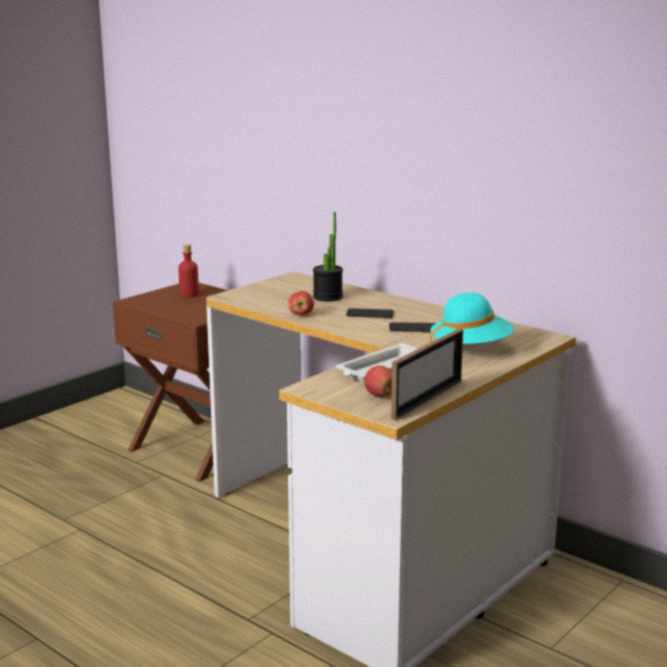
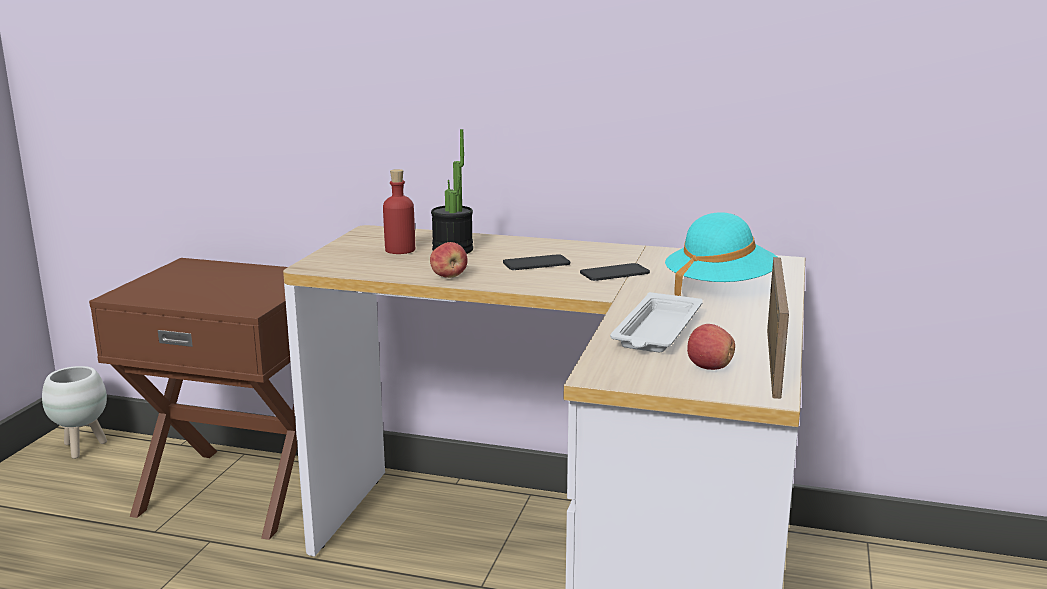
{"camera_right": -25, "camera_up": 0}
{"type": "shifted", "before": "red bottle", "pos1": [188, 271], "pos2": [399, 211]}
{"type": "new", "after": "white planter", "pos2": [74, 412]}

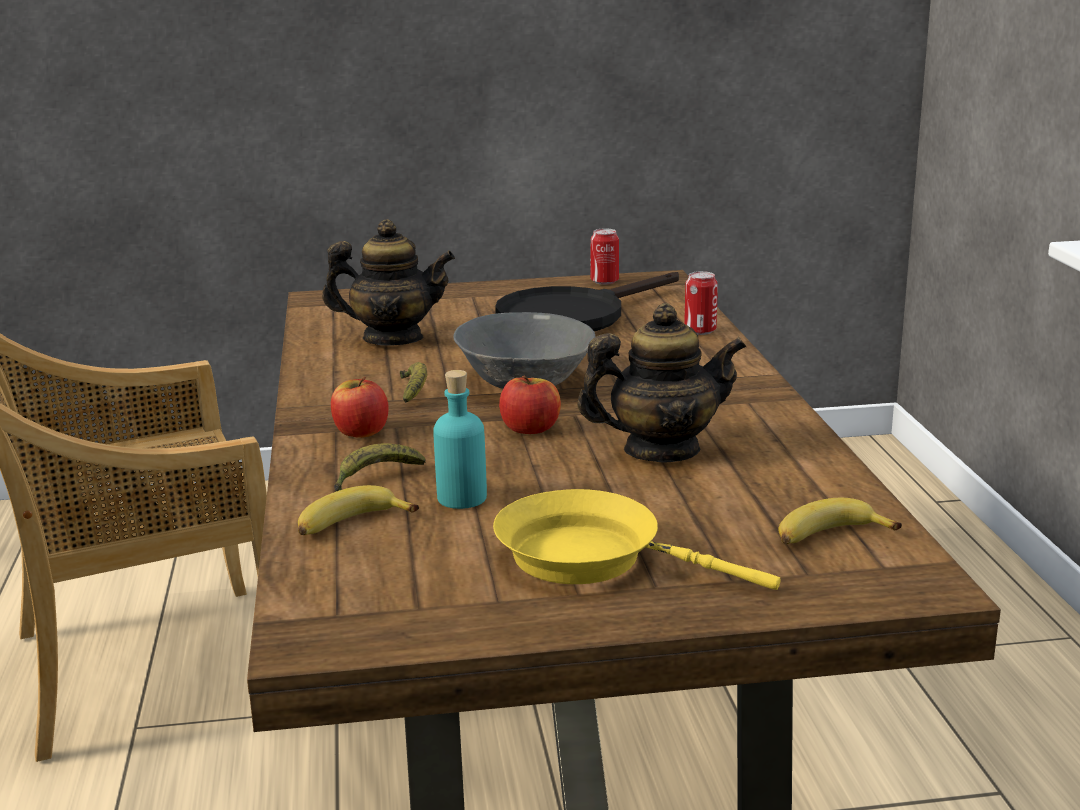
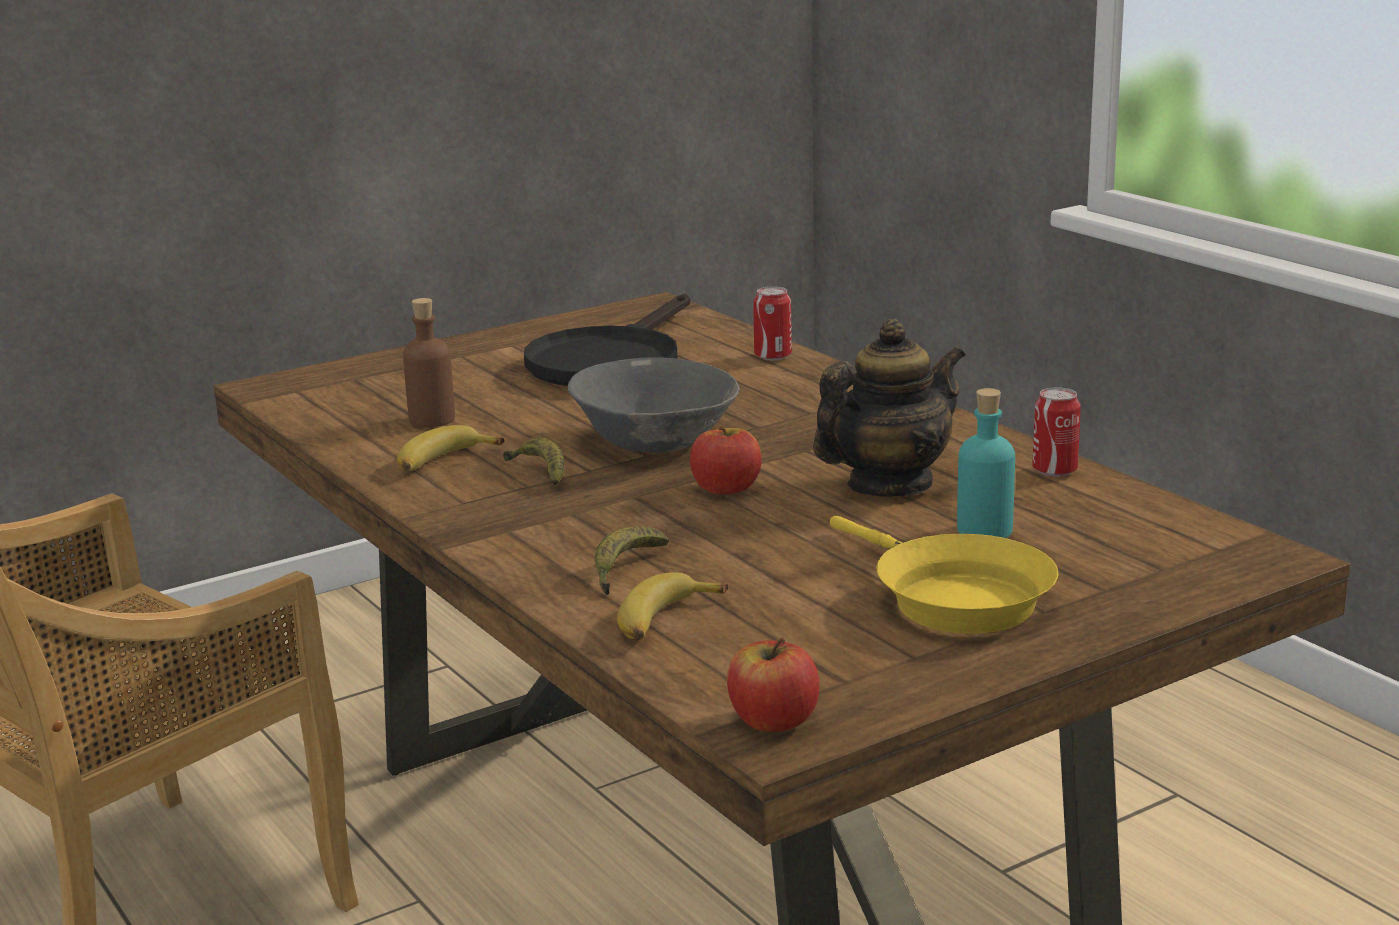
{"camera_right": -25, "camera_up": 0}
{"type": "swapped", "before": "teapot", "after": "brown bottle", "pos1": [388, 282], "pos2": [429, 362]}
{"type": "shifted", "before": "apple", "pos1": [360, 407], "pos2": [773, 684]}
{"type": "shifted", "before": "turquoise bottle", "pos1": [460, 439], "pos2": [986, 463]}
{"type": "rotated", "before": "yellow frying pan", "pos1": [637, 539], "pos2": [944, 575], "turn": -120}
{"type": "shifted", "before": "can", "pos1": [605, 256], "pos2": [1056, 432]}
{"type": "shifted", "before": "banana", "pos1": [840, 521], "pos2": [450, 448]}

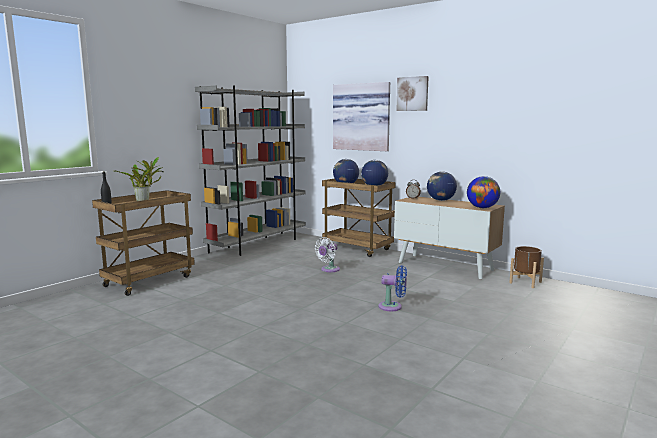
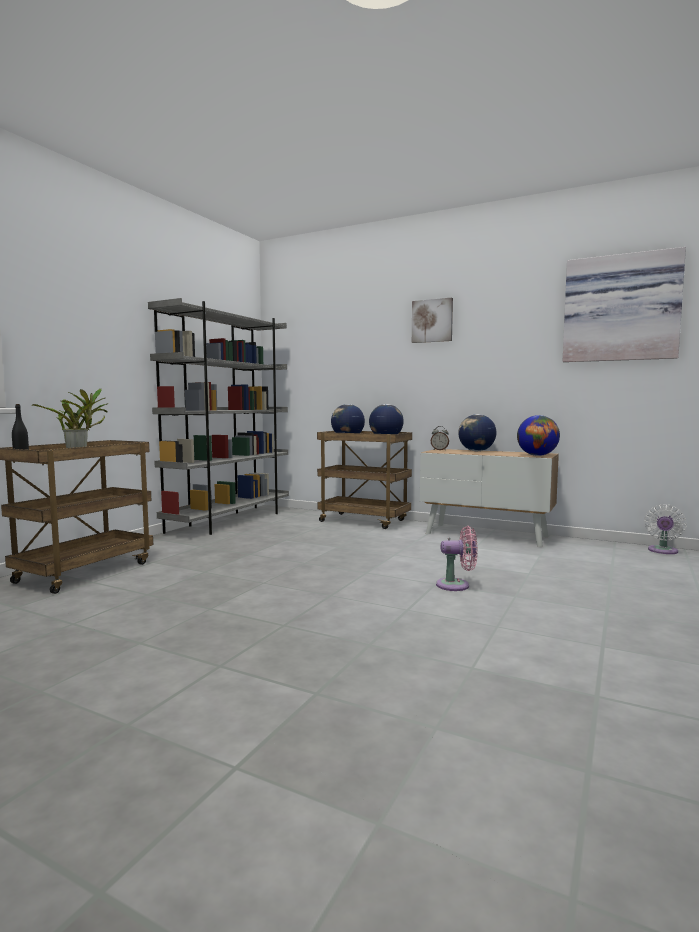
{"camera_right": -10, "camera_up": -5}
{"type": "shifted", "before": "white fan", "pos1": [327, 254], "pos2": [666, 529]}
{"type": "shifted", "before": "picture", "pos1": [361, 116], "pos2": [624, 304]}
{"type": "repainted", "before": "blue fan", "after": "pink fan", "pos1": [392, 288], "pos2": [456, 558]}
{"type": "gone", "before": "brown planter", "pos1": [526, 267]}

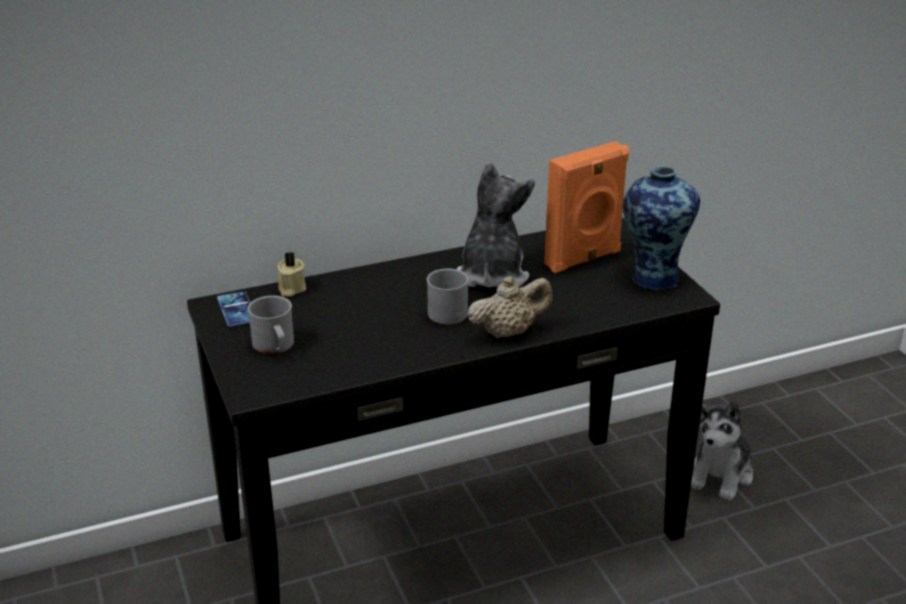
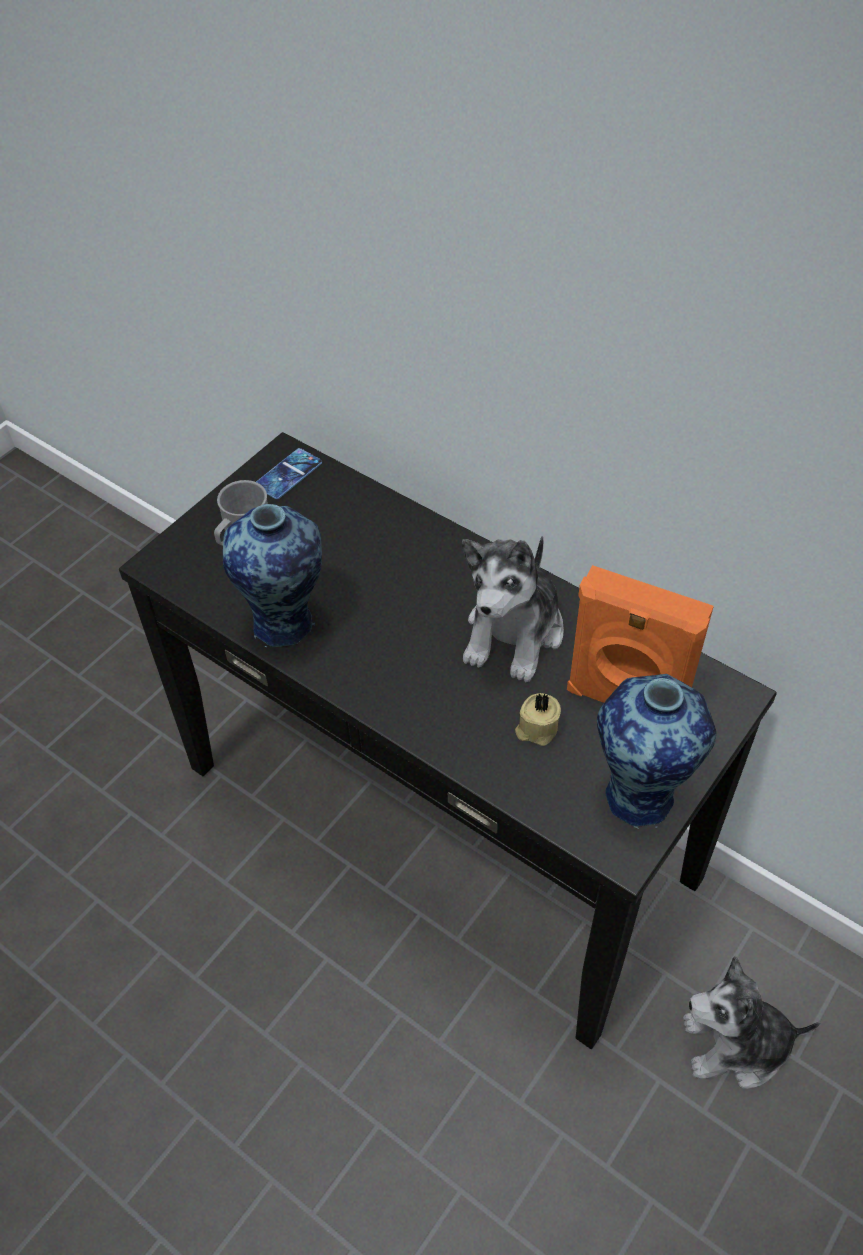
{"camera_right": 60, "camera_up": 20}
{"type": "shifted", "before": "beige candle", "pos1": [291, 274], "pos2": [538, 719]}
{"type": "gone", "before": "grey mug", "pos1": [448, 296]}
{"type": "rotated", "before": "plush toy", "pos1": [496, 225], "pos2": [513, 609], "turn": 135}
{"type": "gone", "before": "beige teapot", "pos1": [510, 307]}
{"type": "new", "after": "vase", "pos2": [272, 575]}

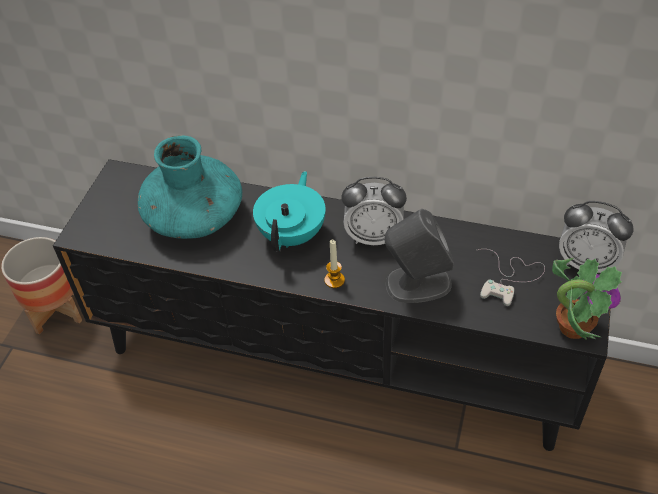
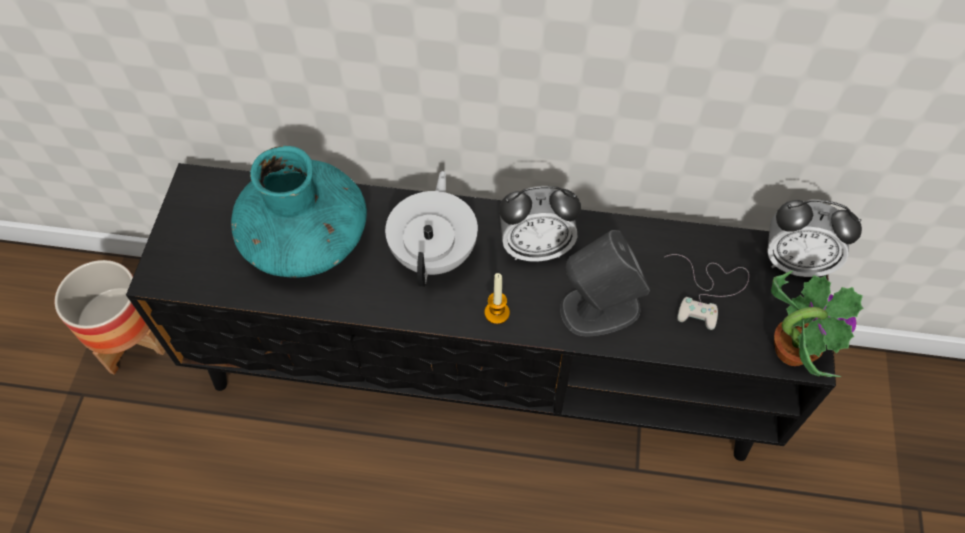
{"camera_right": -10, "camera_up": 10}
{"type": "repainted", "before": "turquoise teapot", "after": "white teapot", "pos1": [289, 211], "pos2": [431, 229]}

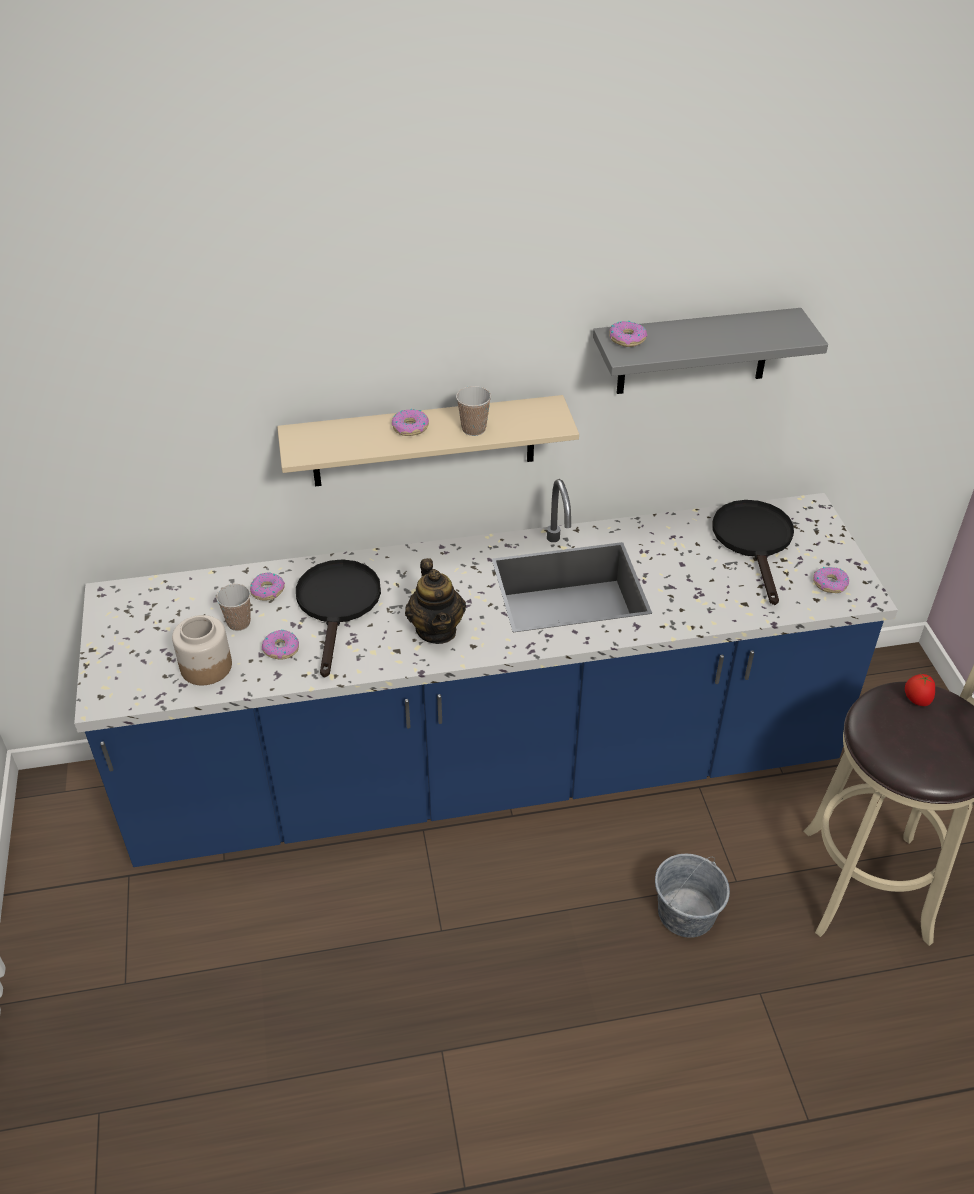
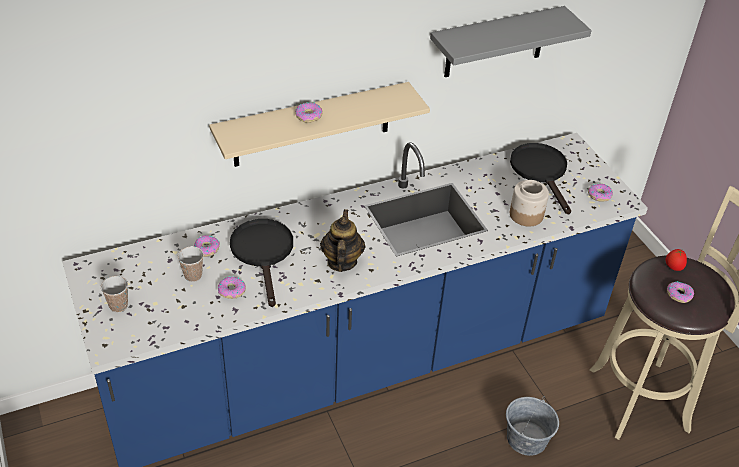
{"camera_right": -15, "camera_up": 0}
{"type": "shifted", "before": "jar", "pos1": [202, 650], "pos2": [529, 203]}
{"type": "rotated", "before": "teapot", "pos1": [435, 601], "pos2": [342, 240], "turn": -150}
{"type": "shifted", "before": "cup", "pos1": [473, 411], "pos2": [114, 294]}
{"type": "shifted", "before": "donut", "pos1": [628, 334], "pos2": [680, 292]}

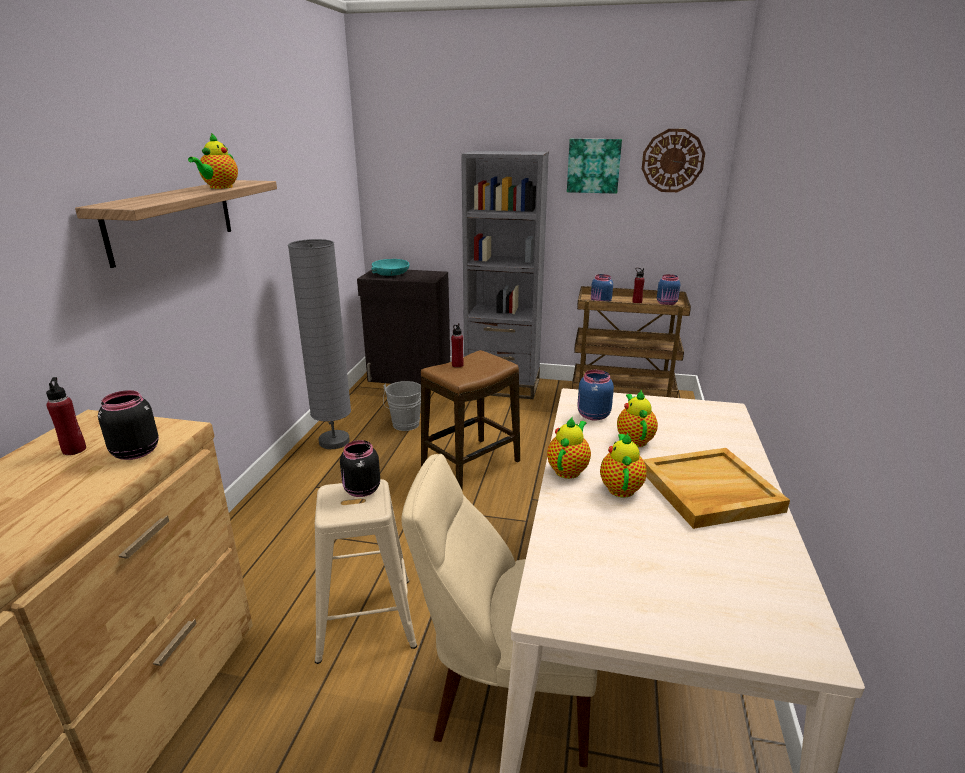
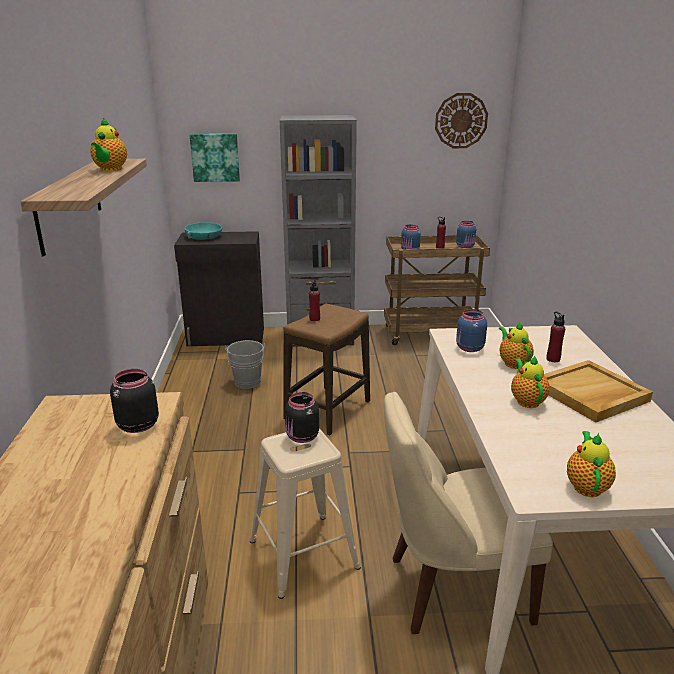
{"camera_right": -15, "camera_up": 0}
{"type": "shifted", "before": "red bottle", "pos1": [66, 416], "pos2": [555, 336]}
{"type": "gone", "before": "grey floor lamp", "pos1": [319, 344]}
{"type": "shifted", "before": "teapot", "pos1": [569, 448], "pos2": [591, 464]}
{"type": "shifted", "before": "picture", "pos1": [594, 166], "pos2": [215, 158]}

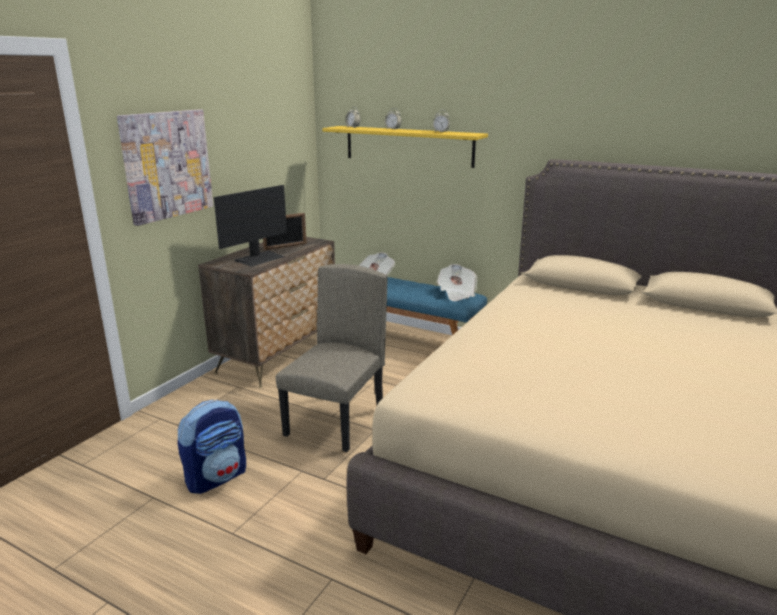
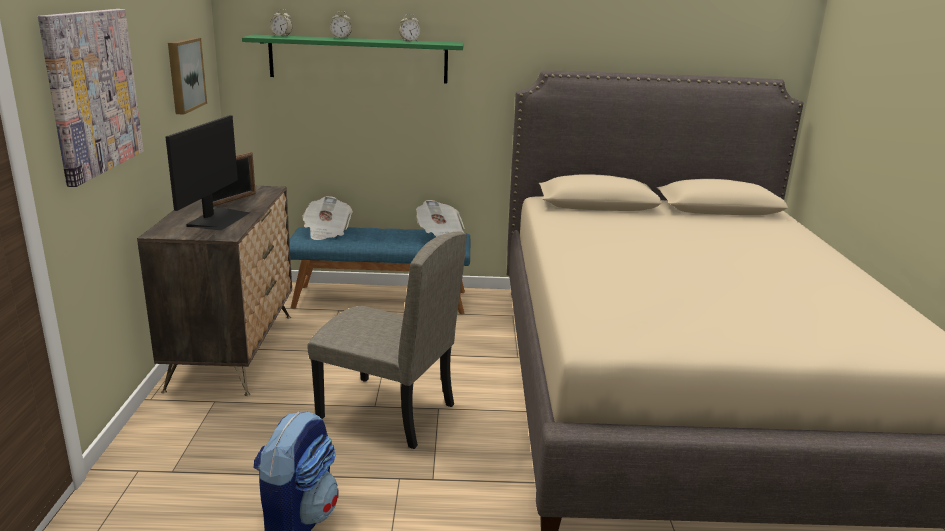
{"camera_right": -30, "camera_up": 0}
{"type": "rotated", "before": "beige chair", "pos1": [331, 358], "pos2": [387, 340], "turn": 120}
{"type": "repainted", "before": "yellow shelf", "after": "green shelf", "pos1": [405, 147], "pos2": [353, 59]}
{"type": "new", "after": "picture", "pos2": [187, 76]}

